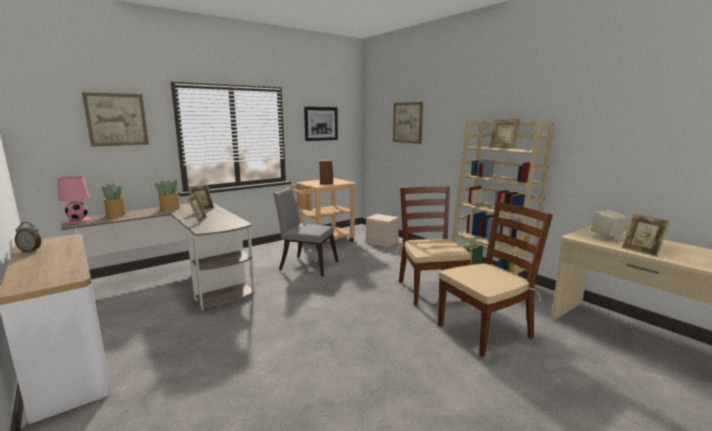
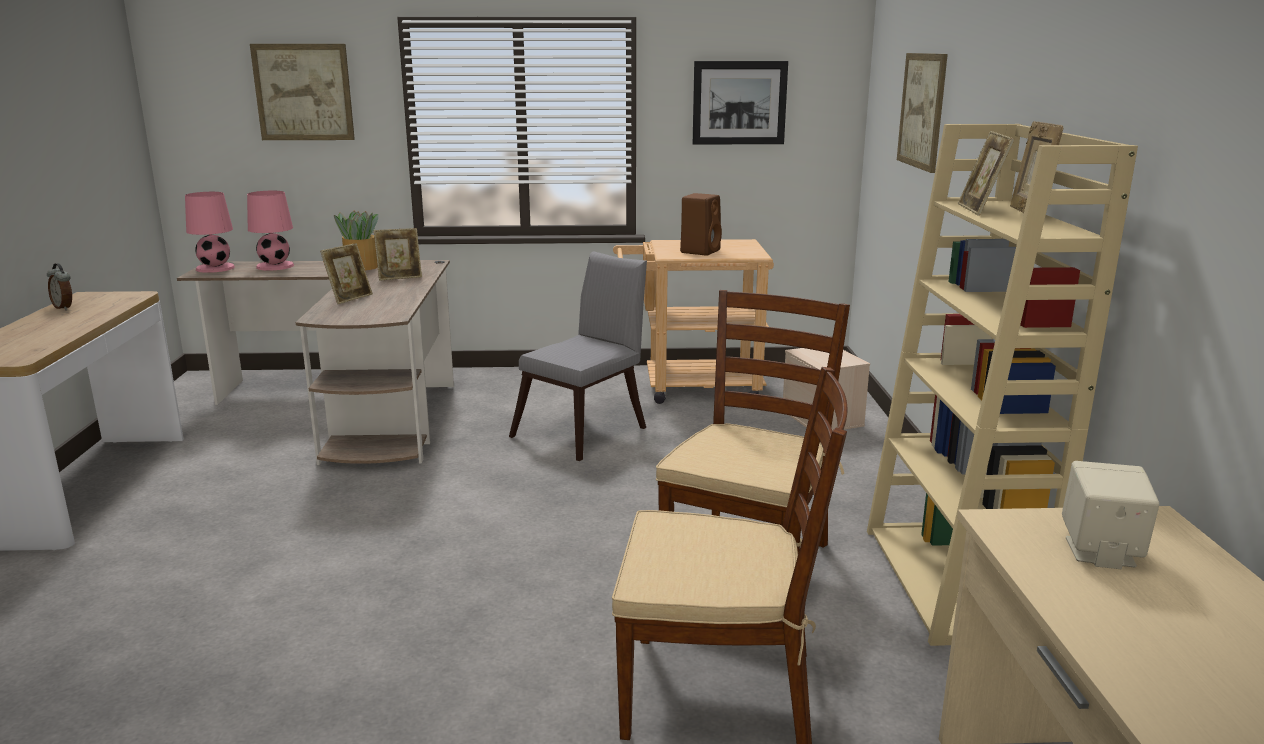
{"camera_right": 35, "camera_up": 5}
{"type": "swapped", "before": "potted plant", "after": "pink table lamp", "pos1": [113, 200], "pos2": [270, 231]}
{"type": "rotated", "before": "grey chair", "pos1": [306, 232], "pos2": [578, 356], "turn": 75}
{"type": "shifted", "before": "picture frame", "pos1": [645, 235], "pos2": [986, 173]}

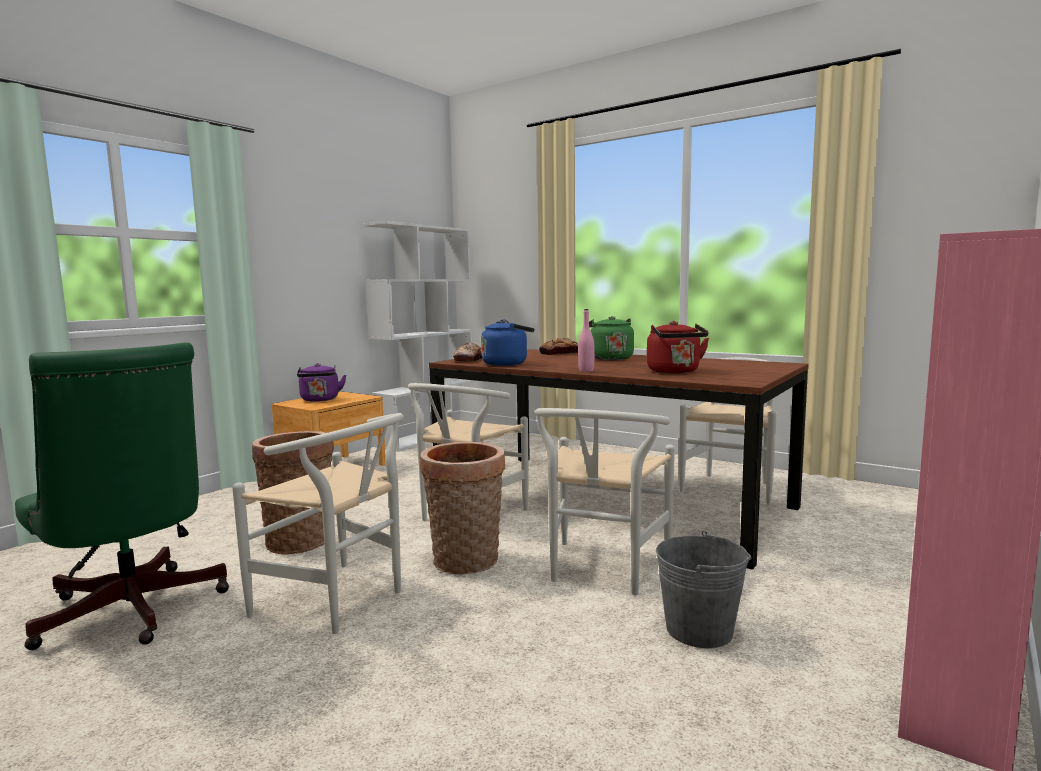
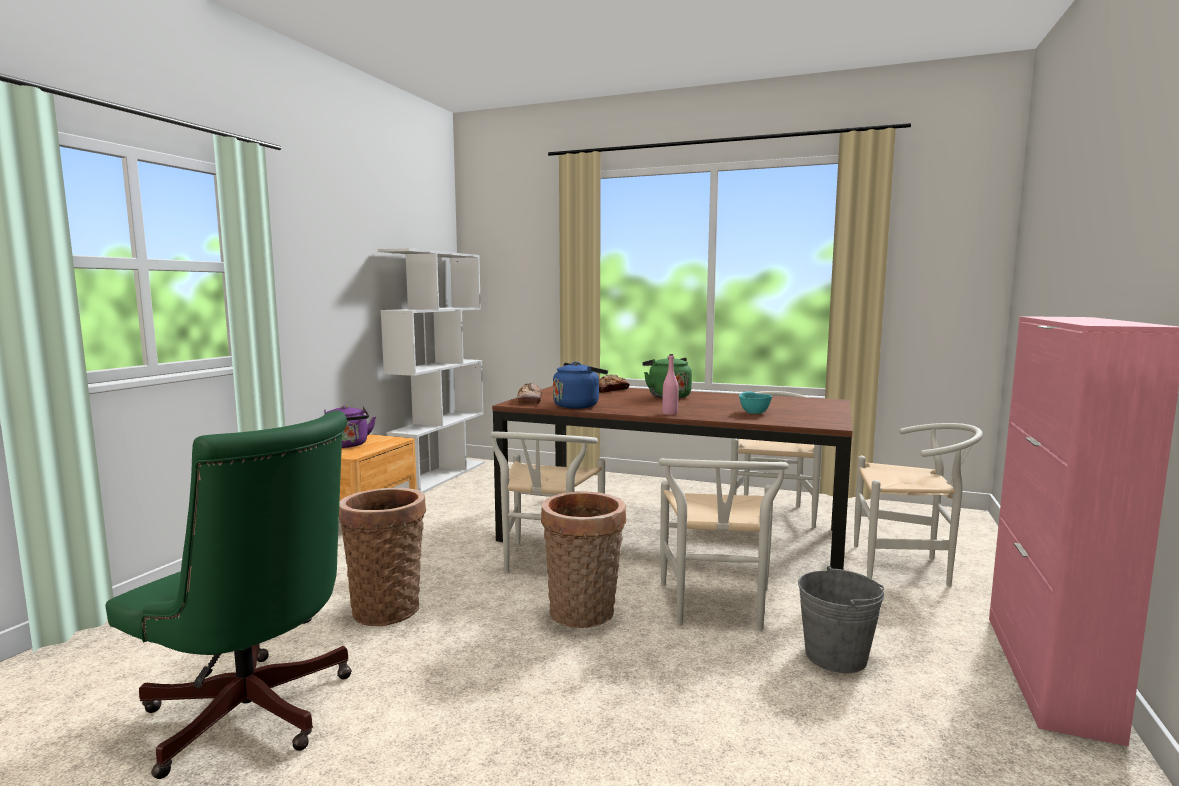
{"camera_right": -15, "camera_up": 0}
{"type": "shifted", "before": "white chair", "pos1": [318, 523], "pos2": [918, 504]}
{"type": "swapped", "before": "red kettle", "after": "turquoise bowl", "pos1": [678, 347], "pos2": [755, 402]}

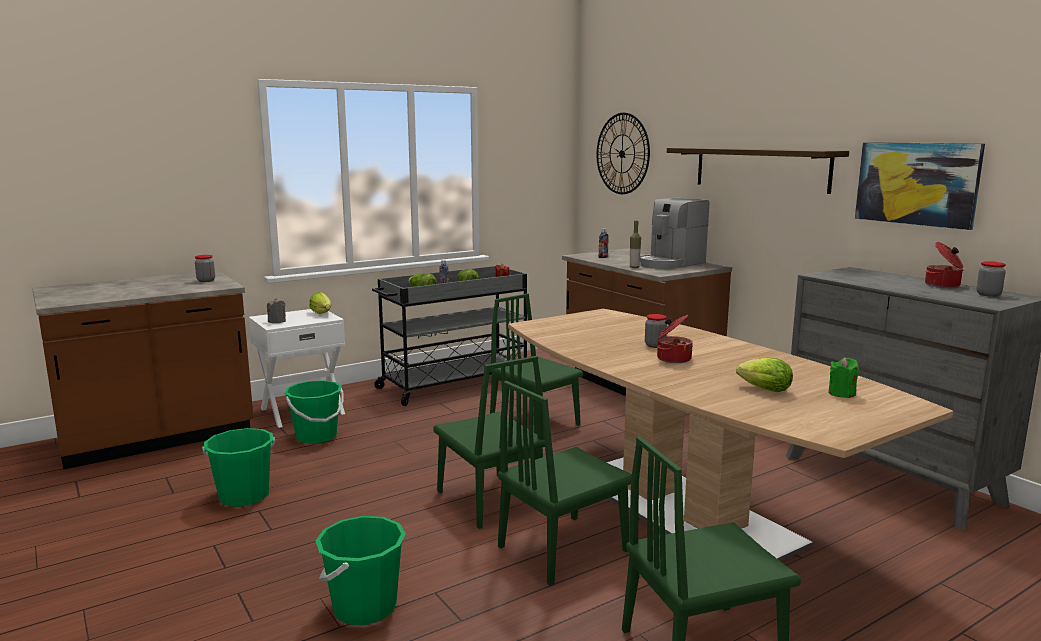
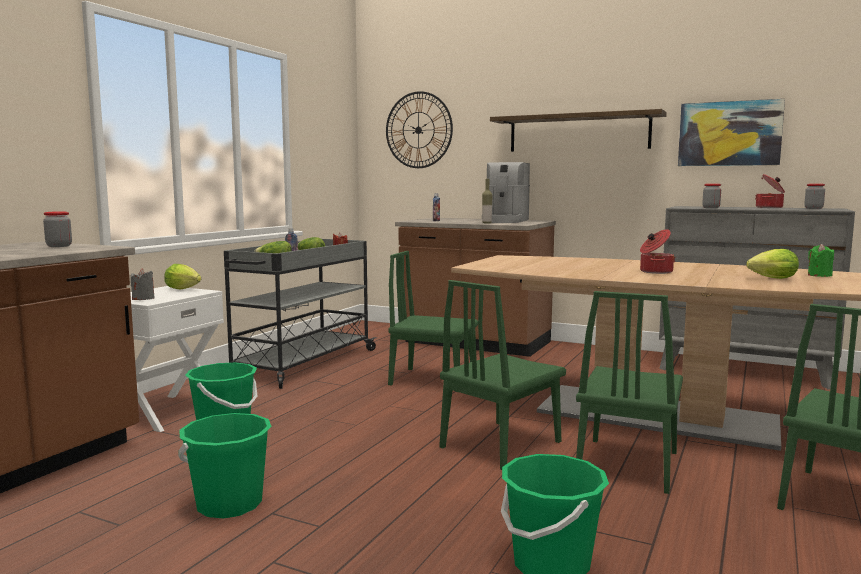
{"camera_right": -30, "camera_up": -5}
{"type": "rotated", "before": "green chair", "pos1": [489, 442], "pos2": [502, 375], "turn": 105}
{"type": "shifted", "before": "jar", "pos1": [656, 331], "pos2": [711, 196]}

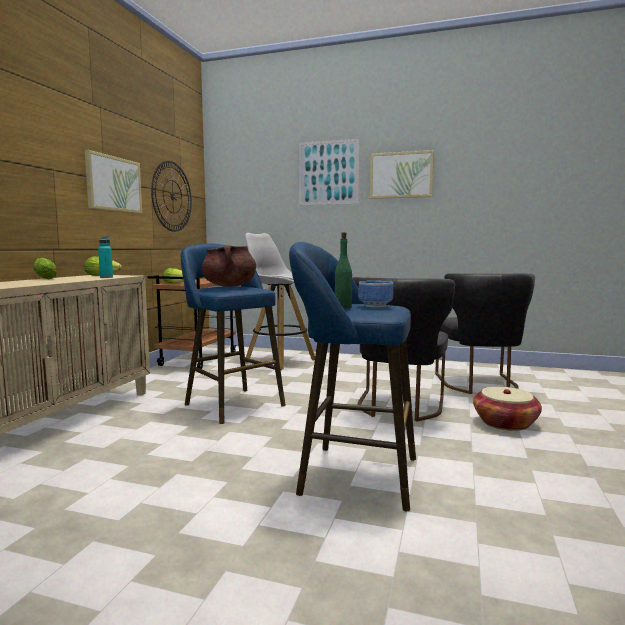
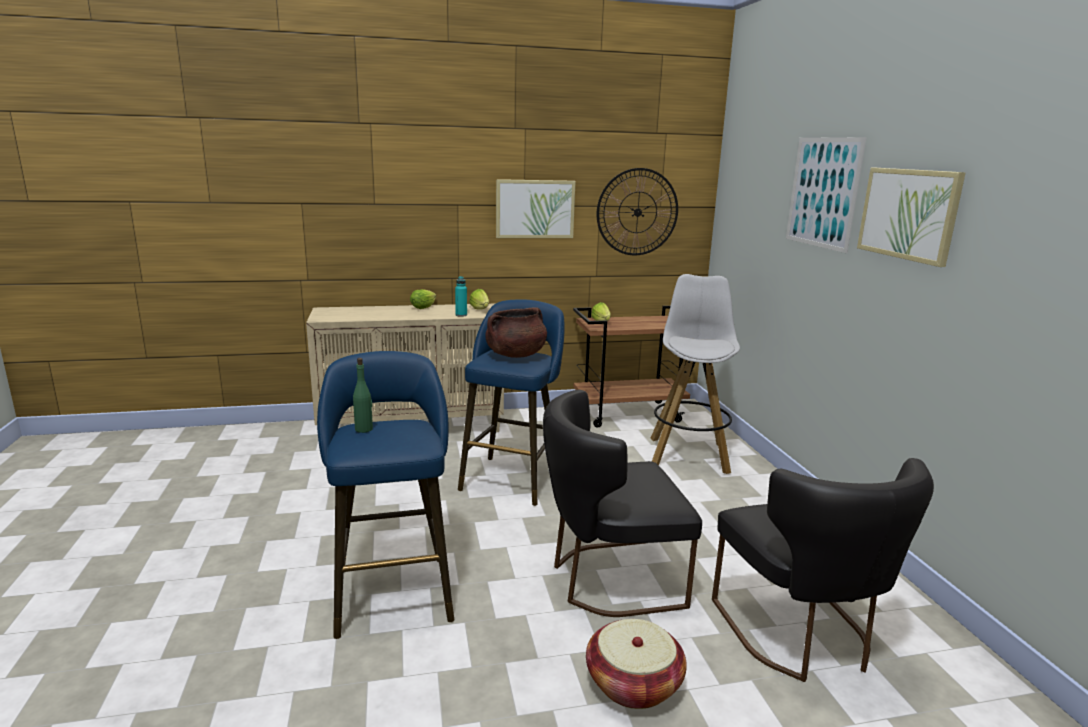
{"camera_right": 60, "camera_up": 10}
{"type": "gone", "before": "bowl", "pos1": [375, 294]}
{"type": "rotated", "before": "black chair", "pos1": [485, 333], "pos2": [823, 570], "turn": -75}

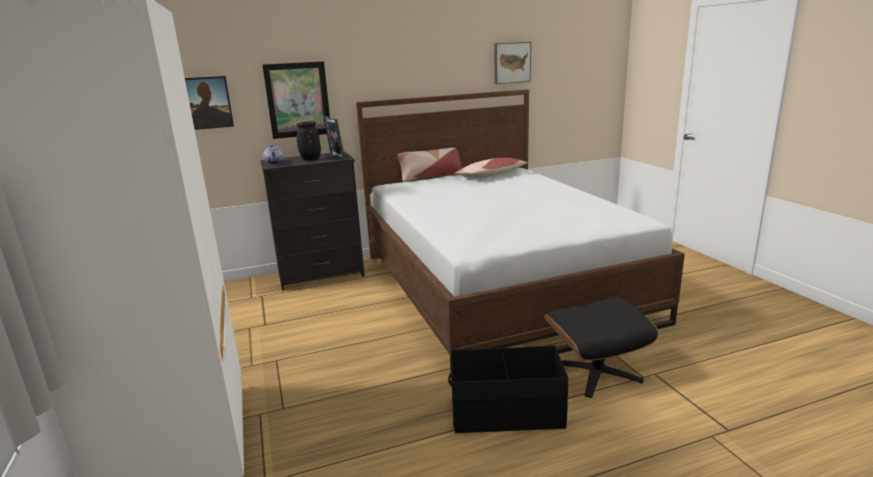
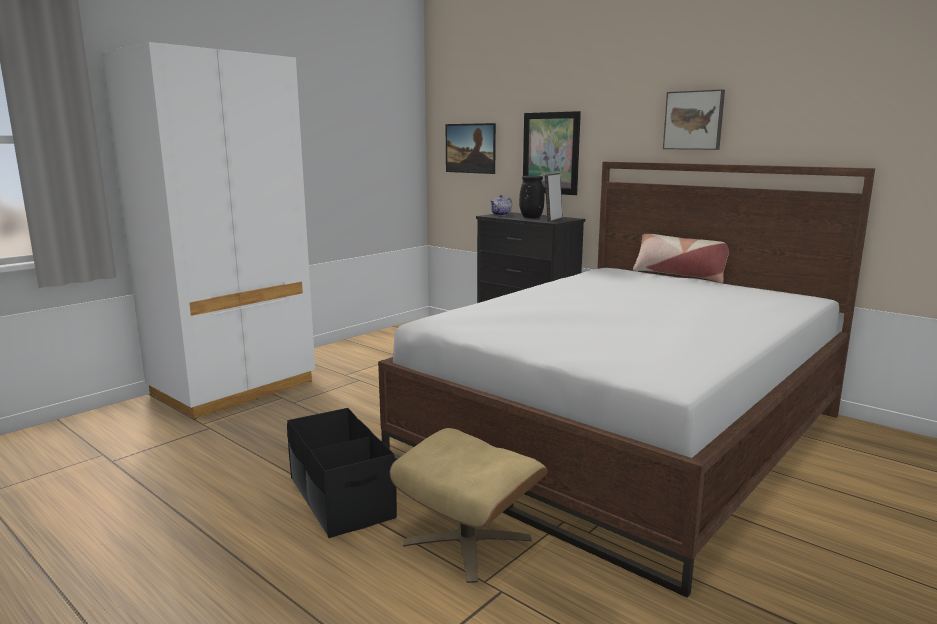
{"camera_right": 60, "camera_up": -5}
{"type": "gone", "before": "pillow", "pos1": [491, 167]}
{"type": "shifted", "before": "picture", "pos1": [512, 63], "pos2": [694, 119]}
{"type": "repainted", "before": "black ottoman", "after": "beige ottoman", "pos1": [601, 347], "pos2": [468, 505]}

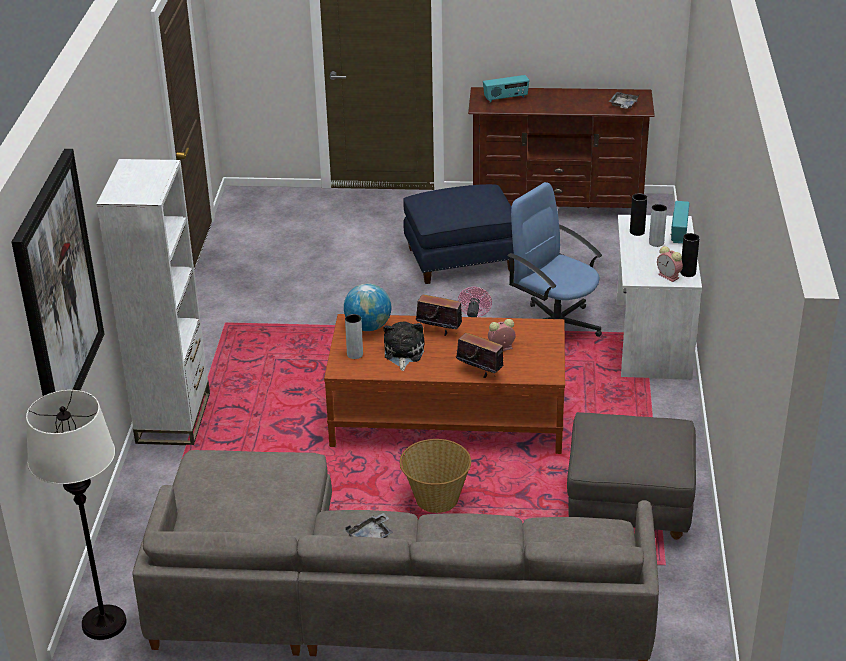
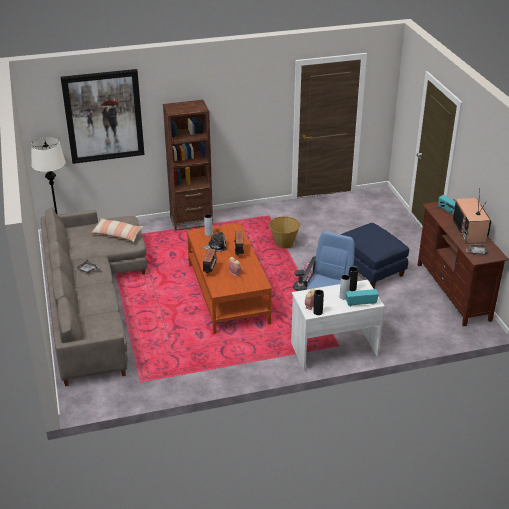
{"camera_right": 70, "camera_up": 0}
{"type": "repainted", "before": "white bookcase", "after": "brown bookcase", "pos1": [153, 302], "pos2": [188, 165]}
{"type": "gone", "before": "globe", "pos1": [367, 307]}
{"type": "shifted", "before": "basket", "pos1": [435, 476], "pos2": [284, 232]}
{"type": "gone", "before": "grey ottoman", "pos1": [631, 476]}
{"type": "new", "after": "pillow", "pos2": [117, 230]}
{"type": "new", "after": "television", "pos2": [472, 216]}

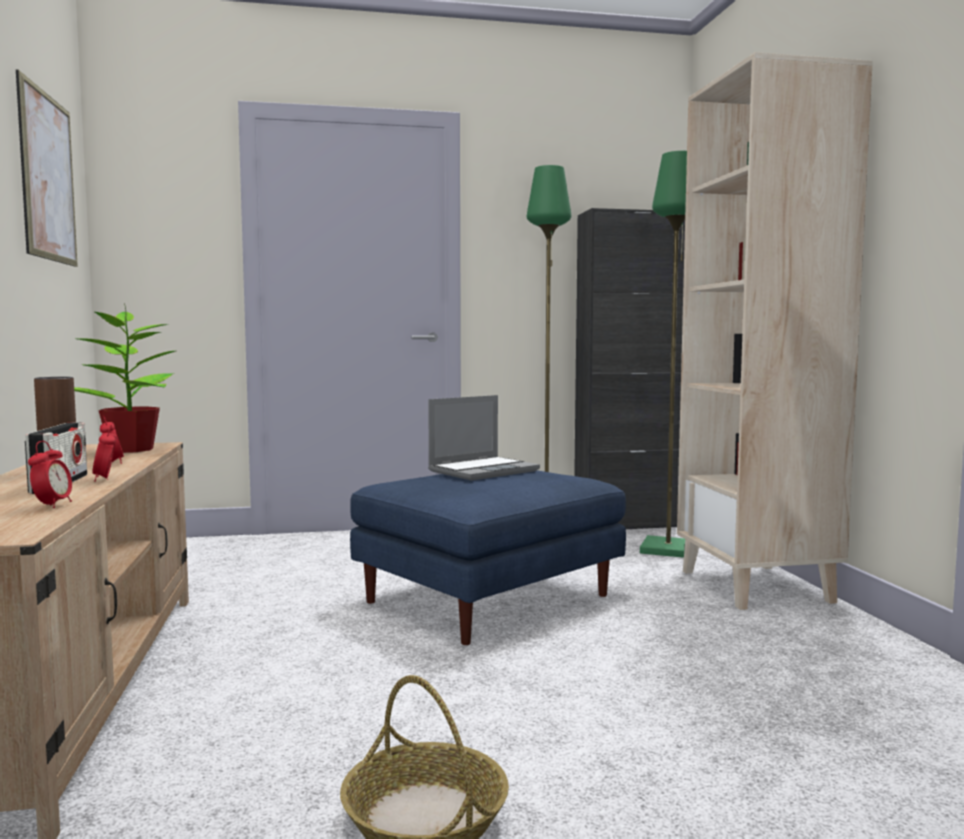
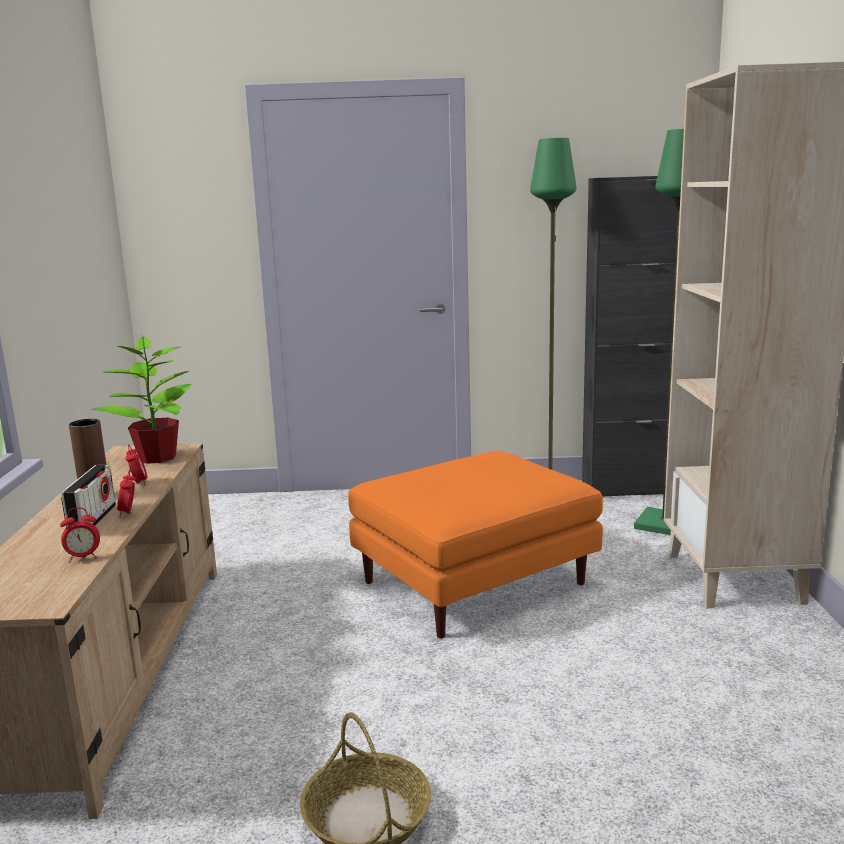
{"camera_right": 10, "camera_up": 10}
{"type": "gone", "before": "picture", "pos1": [47, 168]}
{"type": "rotated", "before": "alarm clock", "pos1": [50, 474], "pos2": [80, 535], "turn": 60}
{"type": "repainted", "before": "blue ottoman", "after": "orange ottoman", "pos1": [488, 557], "pos2": [475, 544]}
{"type": "gone", "before": "laptop", "pos1": [484, 438]}

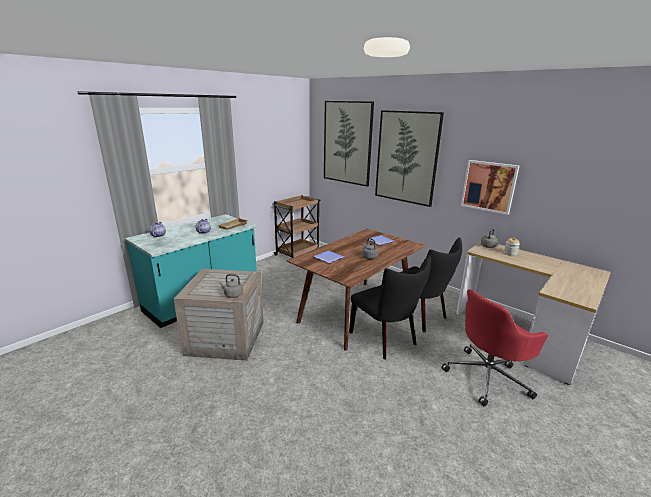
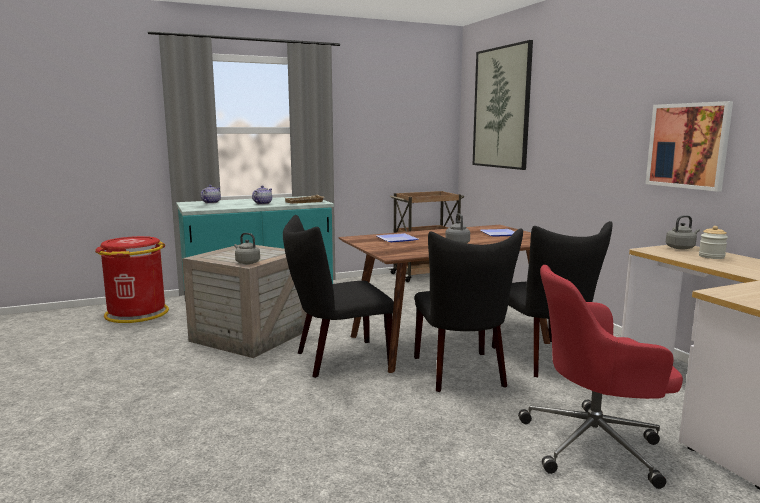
{"camera_right": 25, "camera_up": -10}
{"type": "gone", "before": "picture", "pos1": [409, 158]}
{"type": "new", "after": "red trash can", "pos2": [132, 279]}
{"type": "new", "after": "black chair", "pos2": [338, 296]}

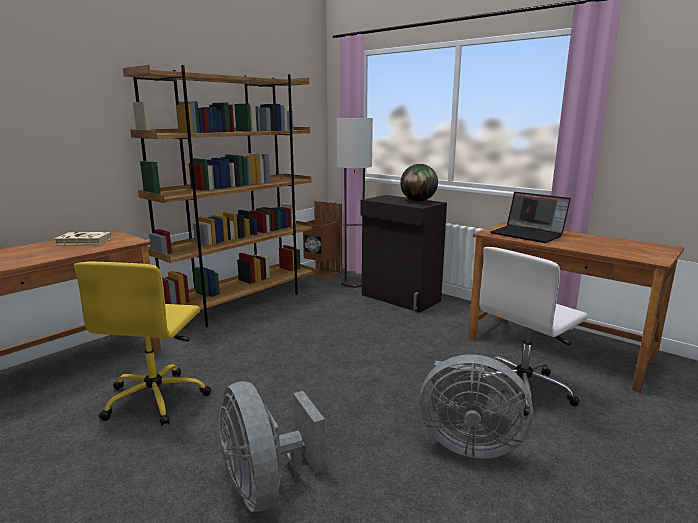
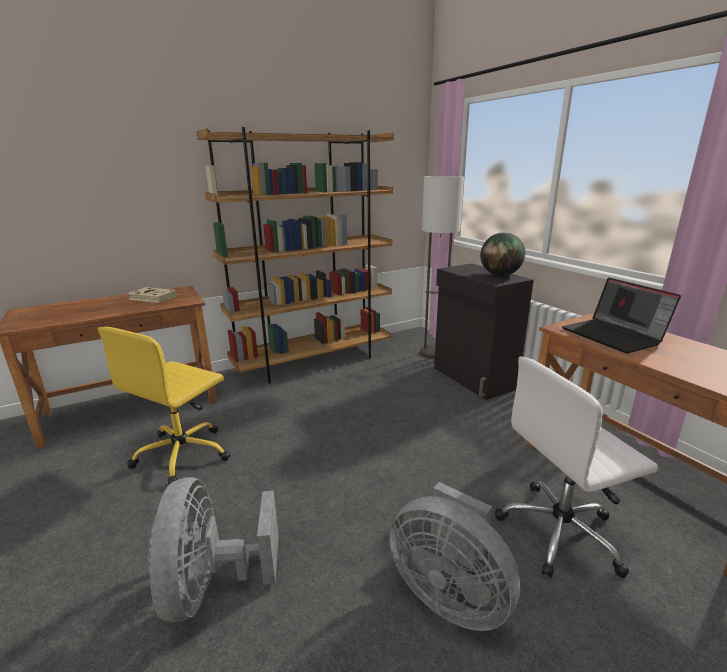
{"camera_right": 20, "camera_up": 5}
{"type": "gone", "before": "brown trash can", "pos1": [322, 240]}

